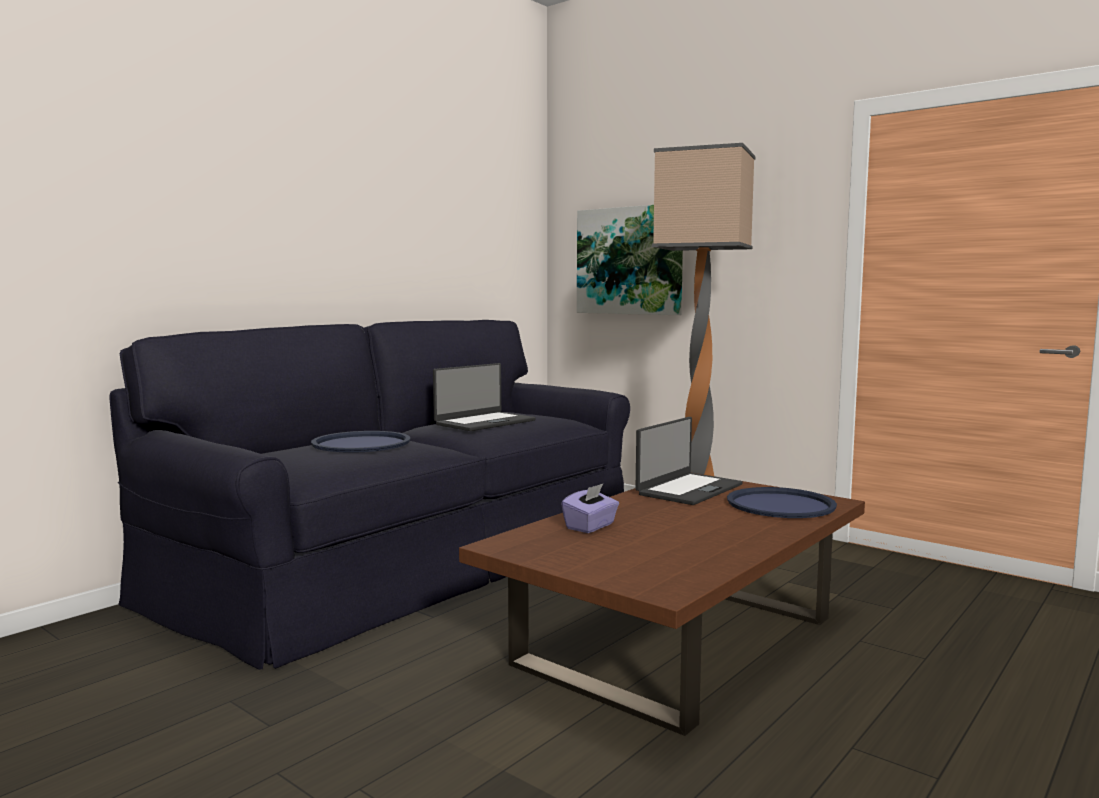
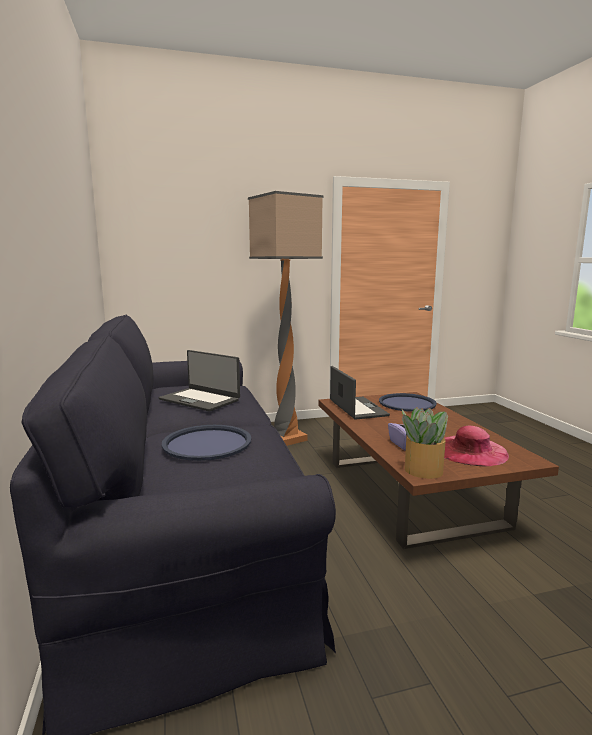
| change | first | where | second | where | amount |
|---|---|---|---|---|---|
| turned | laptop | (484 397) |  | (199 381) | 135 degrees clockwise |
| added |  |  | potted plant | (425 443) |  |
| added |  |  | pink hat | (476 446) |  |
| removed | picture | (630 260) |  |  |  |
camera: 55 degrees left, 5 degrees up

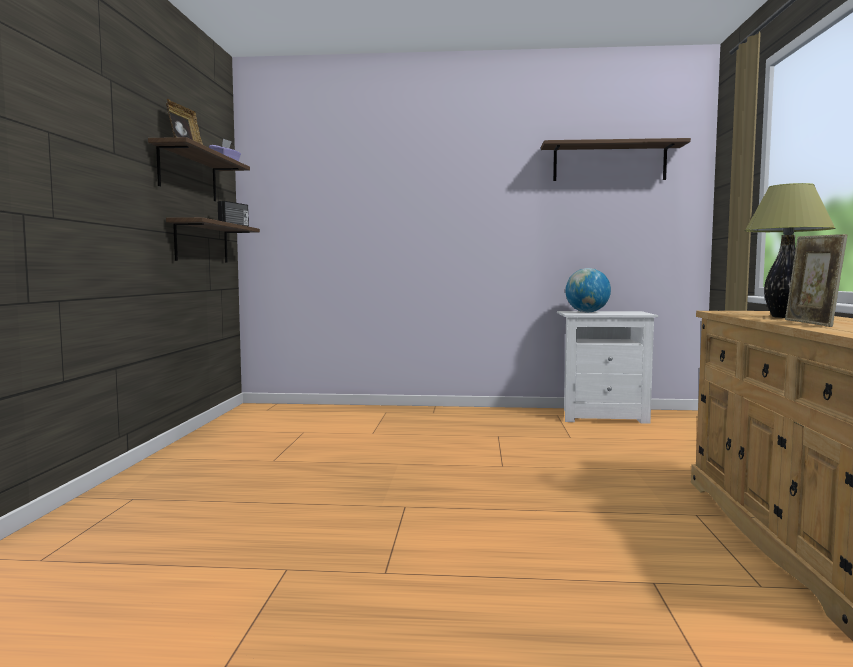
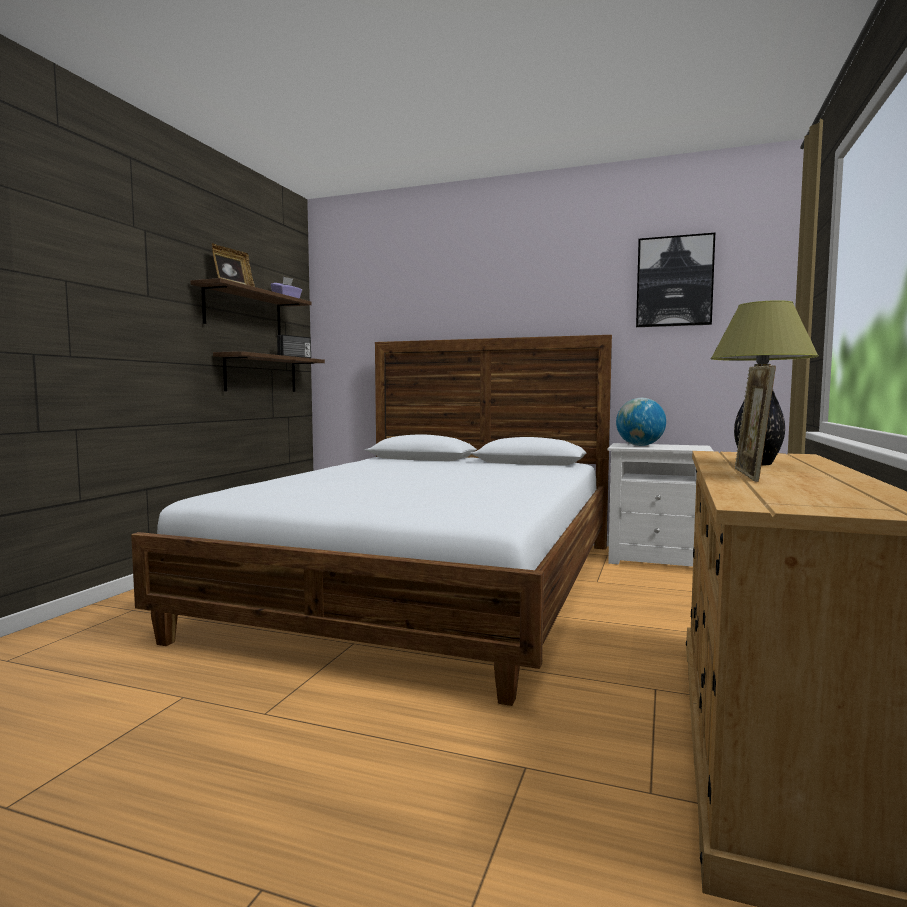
| change | first | where | second | where | amount |
|---|---|---|---|---|---|
| added |  |  | bed | (371 520) |  |
| replaced | shelf | (616 159) | picture | (675 280) |  |
camera: 15 degrees right, 0 degrees up

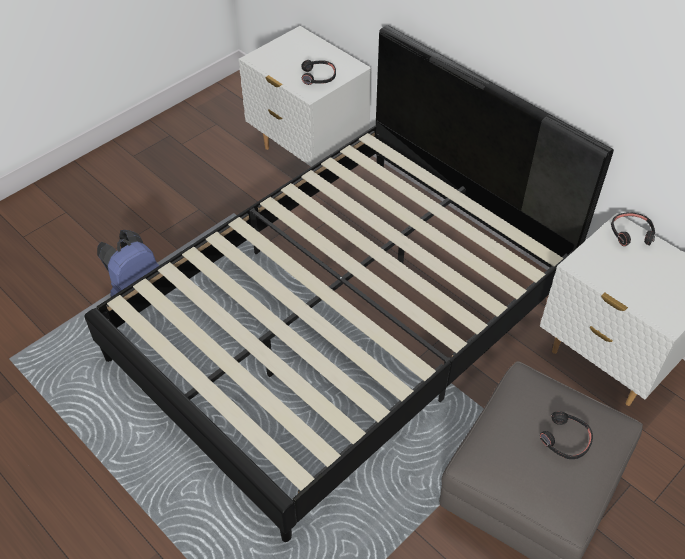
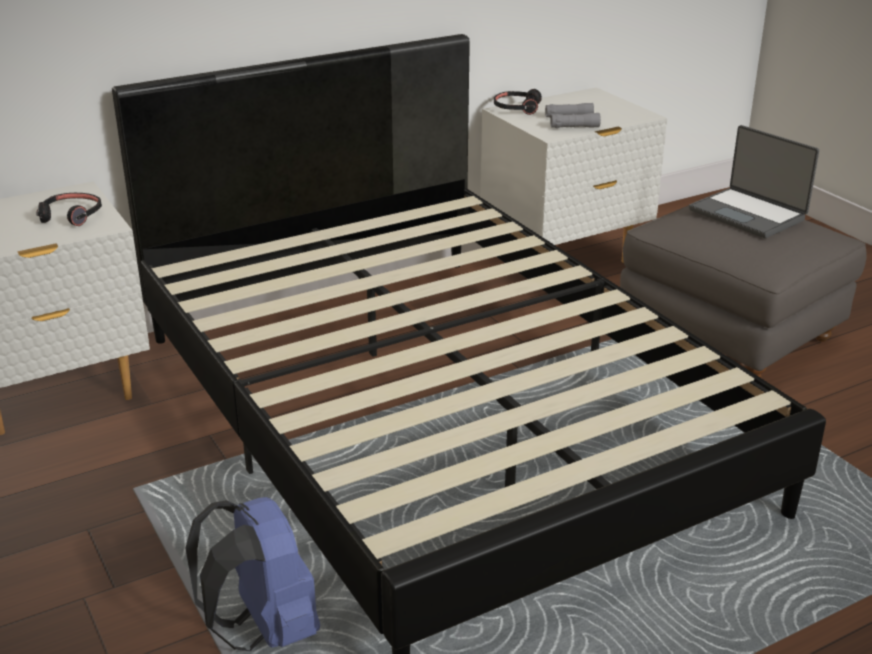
| change | first | where | second | where | amount |
|---|---|---|---|---|---|
| added |  |  | grey binoculars | (573 115) |  |
| replaced | black headphones | (566 435) | laptop | (754 181) |  |
camera: 75 degrees left, 20 degrees down

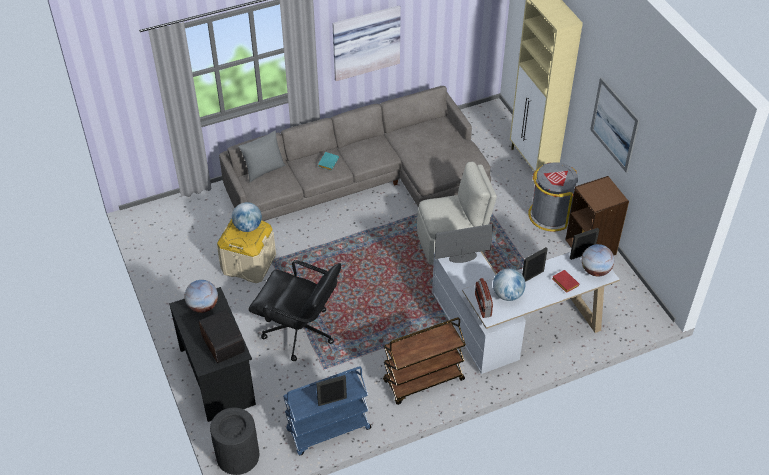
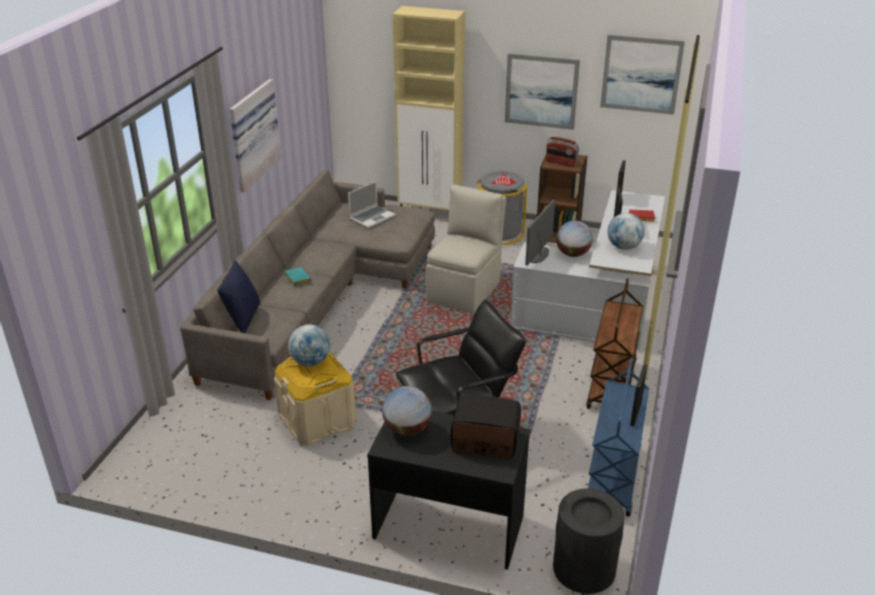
| change | first | where | second | where | amount |
|---|---|---|---|---|---|
| recoloured | grey pillow | (262 156) | blue pillow | (238 296) |  |
| added |  |  | laptop | (372 204) |  |
| moved | radio | (484 298) |  | (562 152) |  |
| moved | globe | (598 260) |  | (574 239) |  |
| added |  |  | picture | (642 75) |  |
camera: 50 degrees left, 15 degrees down

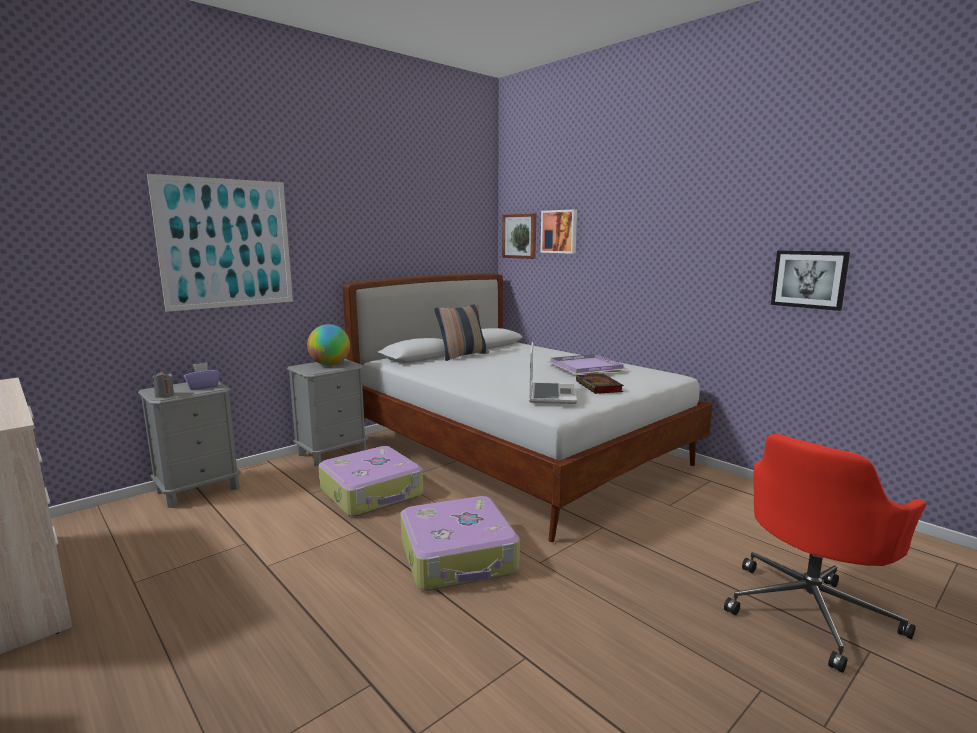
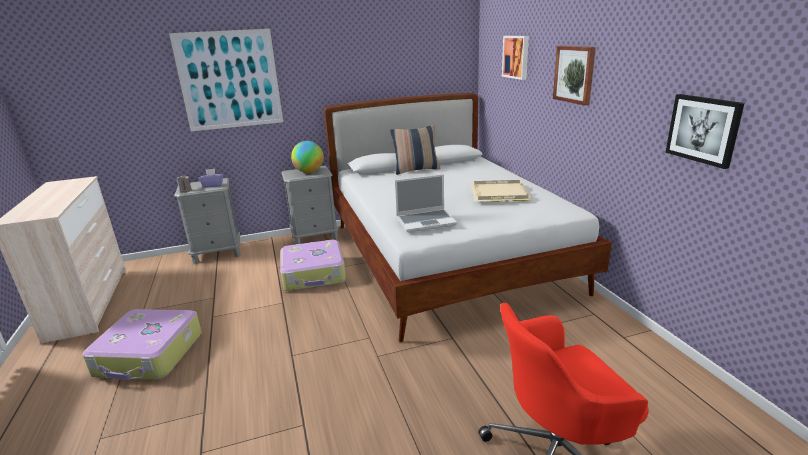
| change | first | where | second | where | amount |
|---|---|---|---|---|---|
| moved | suitcase | (460 543) |  | (142 344) |  |
| turned | laptop | (553 373) |  | (426 203) | 45 degrees clockwise |
| recoloured | purple tray | (586 364) | beige tray | (501 191) |  |
| moved | picture | (519 236) |  | (574 75) |  |
| removed | book | (600 384) |  |  |  |
camera: 25 degrees right, 10 degrees up

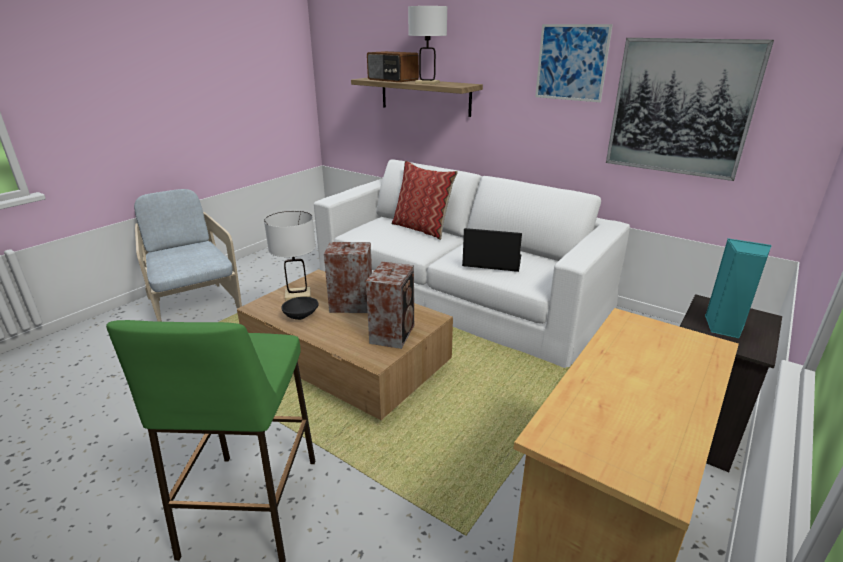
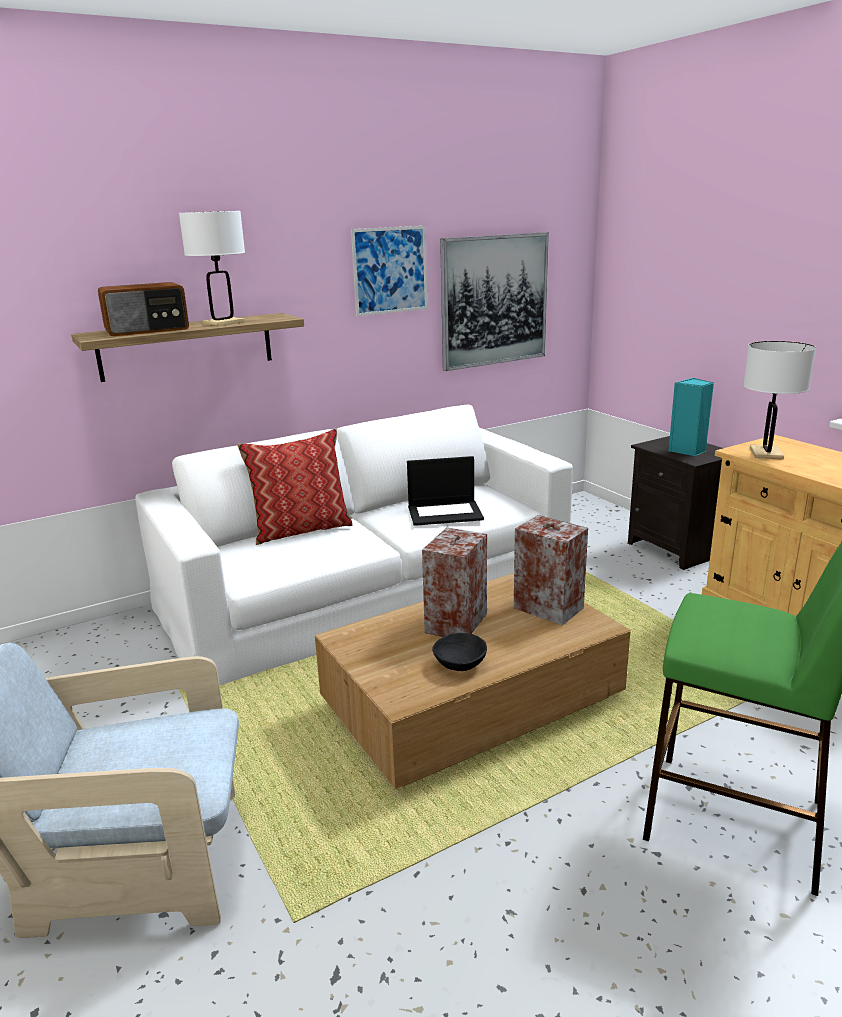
| change | first | where | second | where | amount |
|---|---|---|---|---|---|
| turned | laptop | (492 250) |  | (445 491) | 135 degrees counterclockwise |
| moved | white table lamp | (290 256) |  | (779 400) |  |
camera: 65 degrees left, 5 degrees down

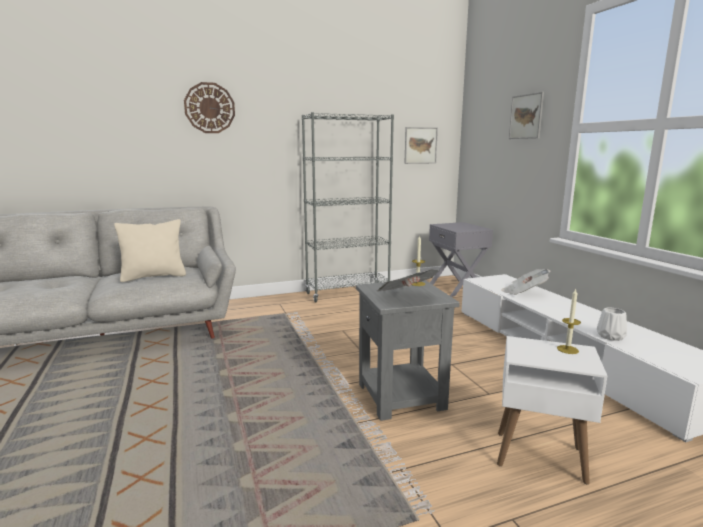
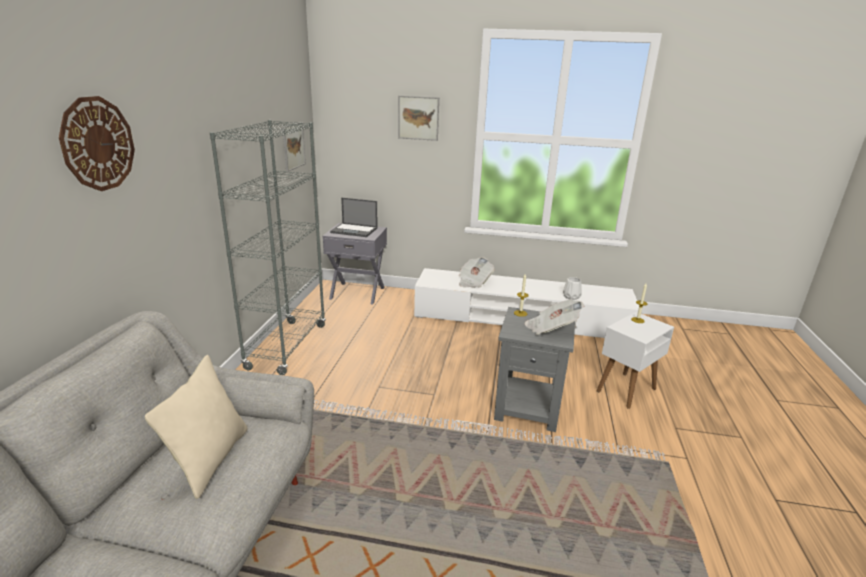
| change | first | where | second | where | amount |
|---|---|---|---|---|---|
| added |  |  | laptop | (354 217) |  |
camera: 60 degrees left, 10 degrees up

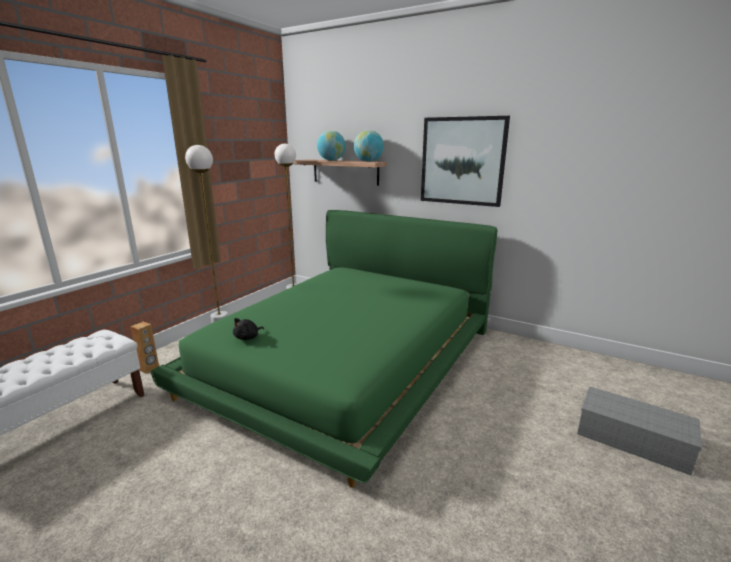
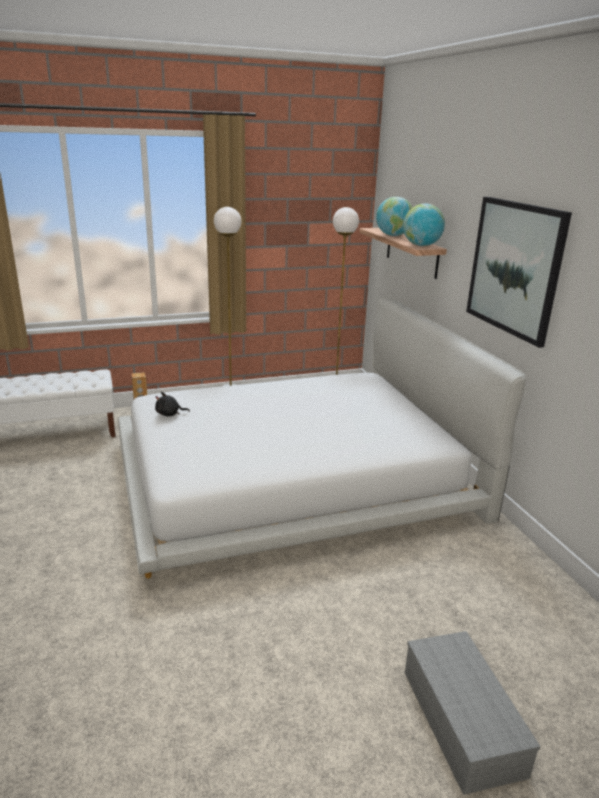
| change | first | where | second | where | amount |
|---|---|---|---|---|---|
| recoloured | green bed | (324 349) | white bed | (322 438) |  |
camera: 40 degrees right, 5 degrees up

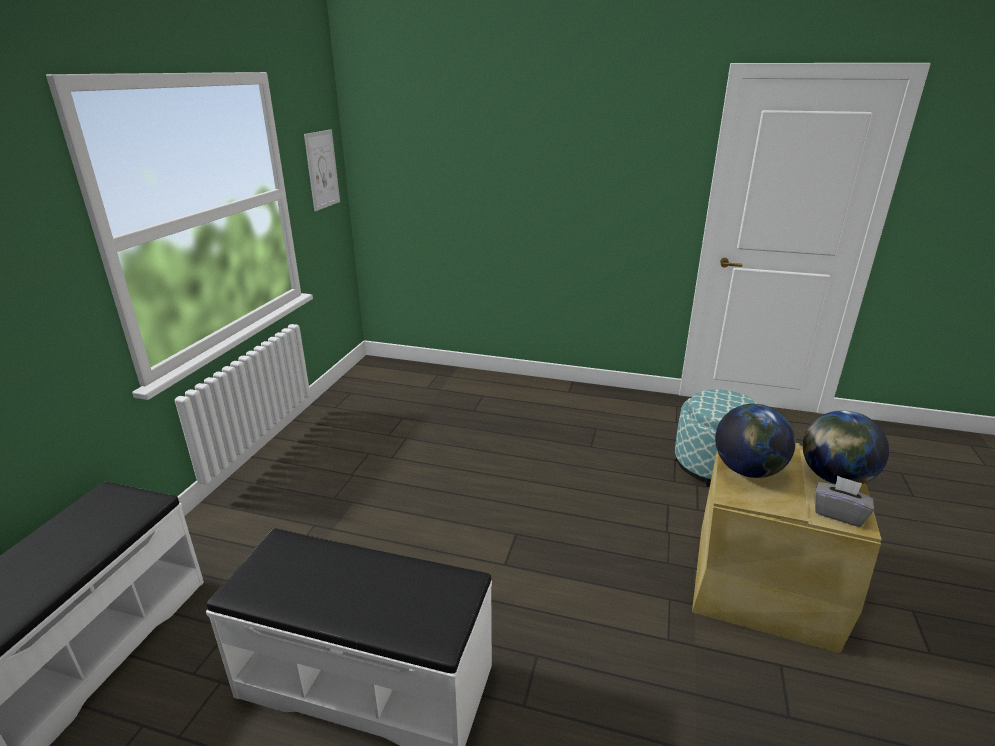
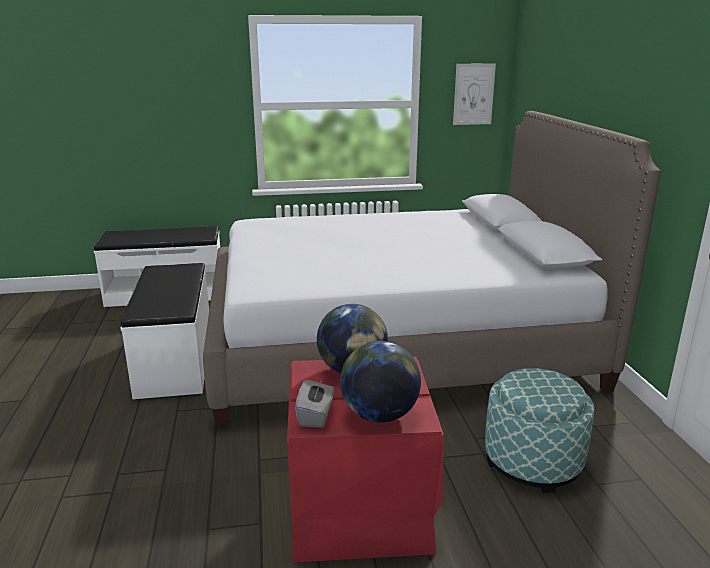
| change | first | where | second | where | amount |
|---|---|---|---|---|---|
| added |  |  | bed | (432 269) |  |
| recoloured | beige storage box | (787 548) | red storage box | (365 459) |  |
camera: 65 degrees right, 5 degrees down

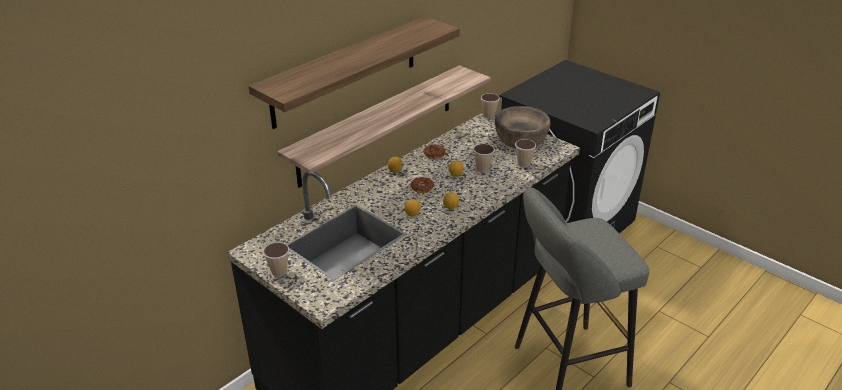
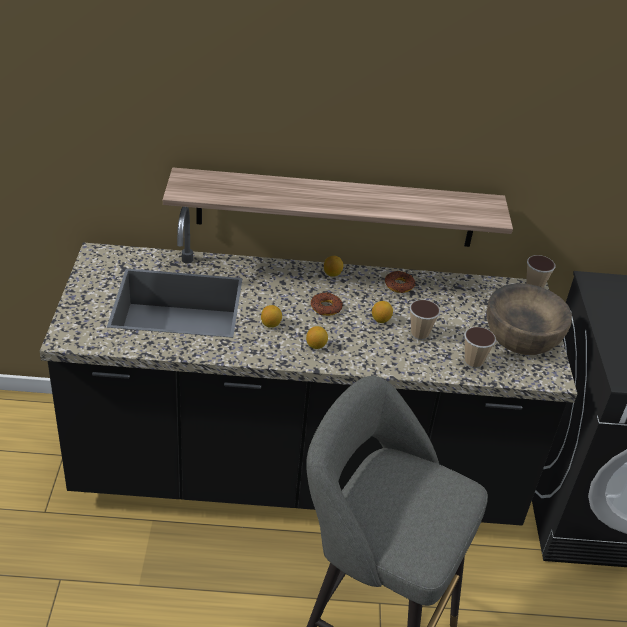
| change | first | where | second | where | amount |
|---|---|---|---|---|---|
| removed | shelf | (354 72) |  |  |  |
| removed | cup | (276 259) |  |  |  |
camera: 45 degrees right, 5 degrees up

